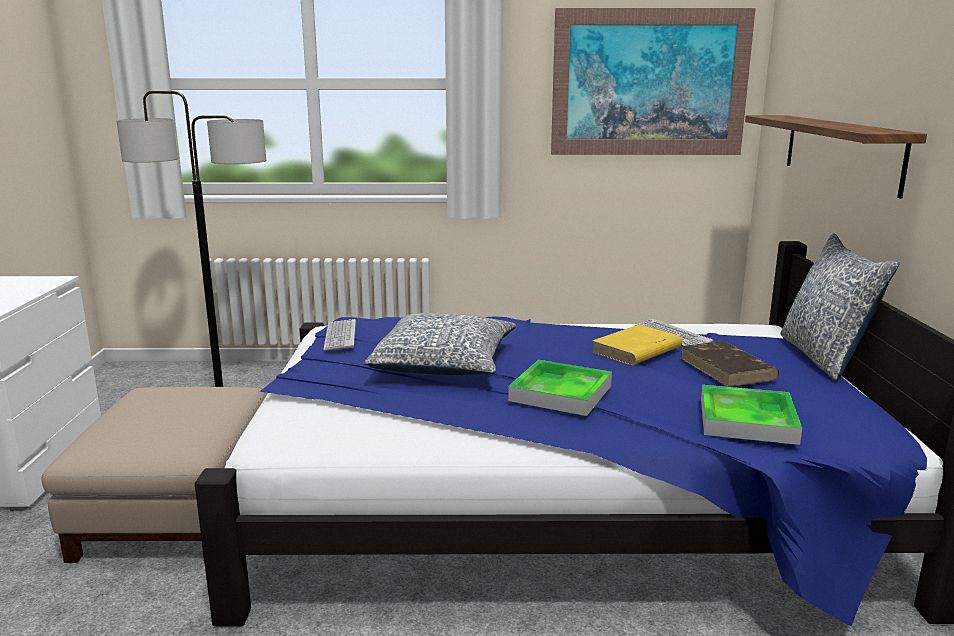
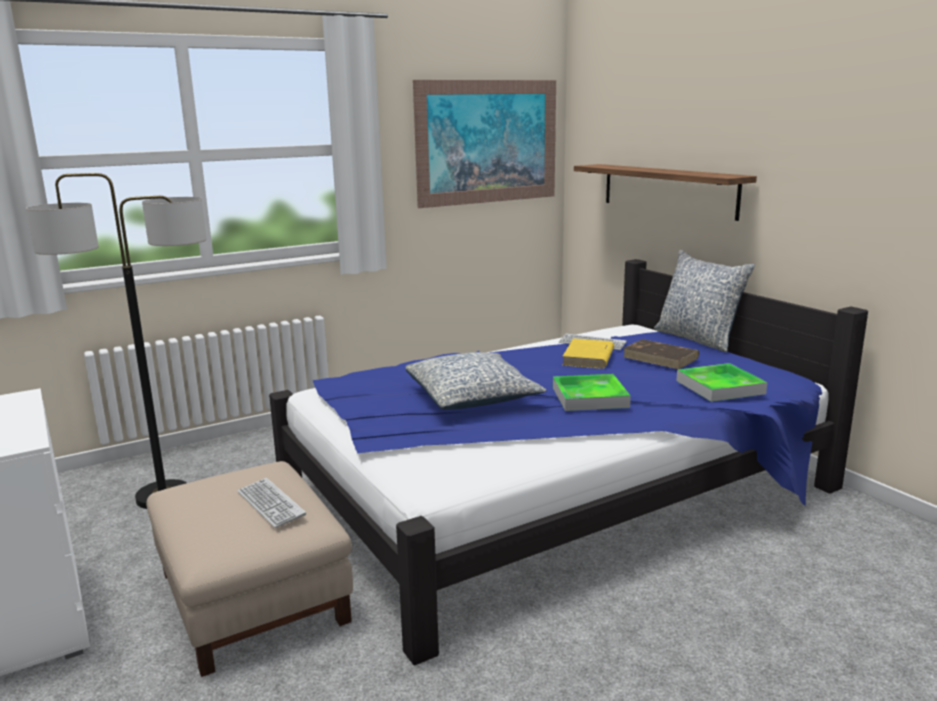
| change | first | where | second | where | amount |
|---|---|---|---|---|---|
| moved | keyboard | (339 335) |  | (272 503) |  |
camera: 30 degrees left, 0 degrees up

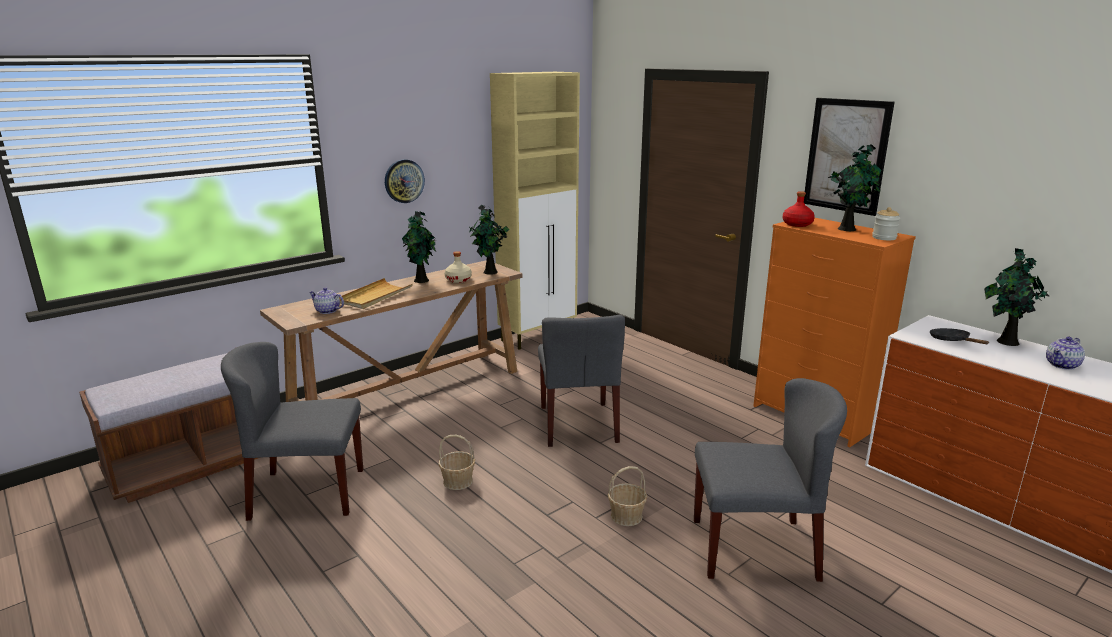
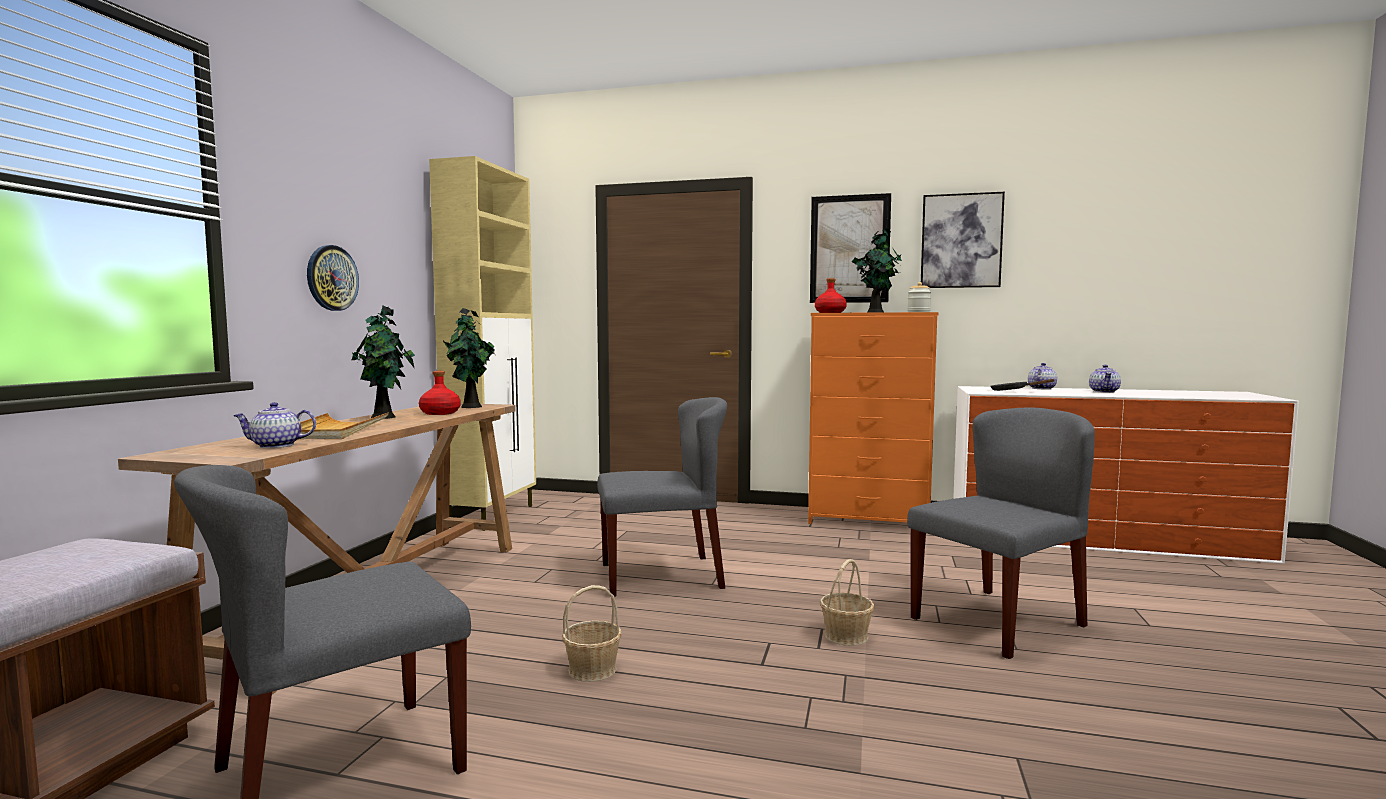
| change | first | where | second | where | amount |
|---|---|---|---|---|---|
| recoloured | beige bottle | (458 267) | red bottle | (440 393) |  |
| turned | grey chair | (581 381) |  | (662 497) | 60 degrees counterclockwise |
| added |  |  | picture | (963 240) |  |
| replaced | potted plant | (1016 297) | teapot | (1042 376) |  |
camera: 35 degrees left, 15 degrees down

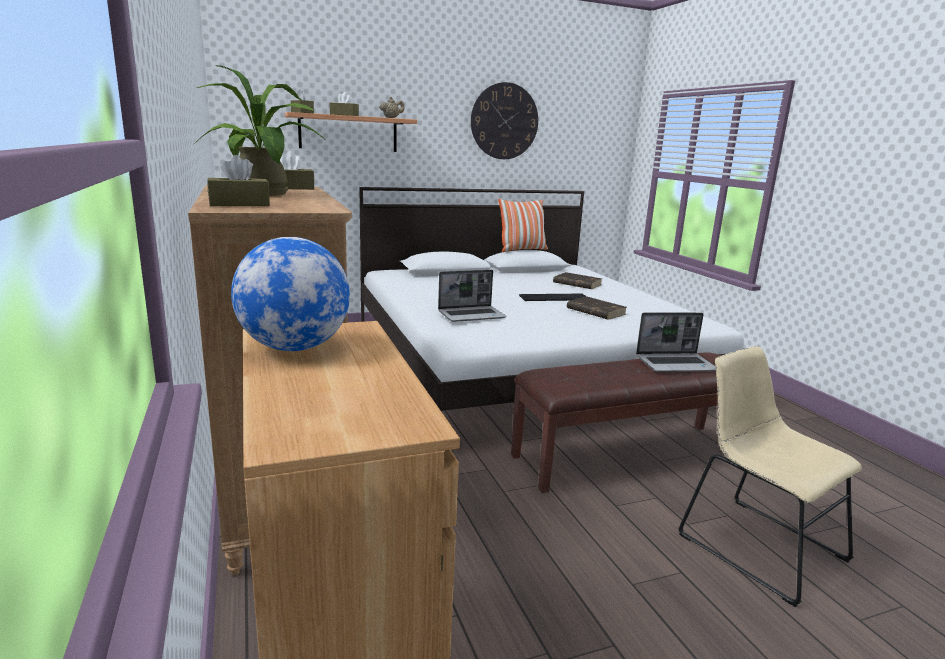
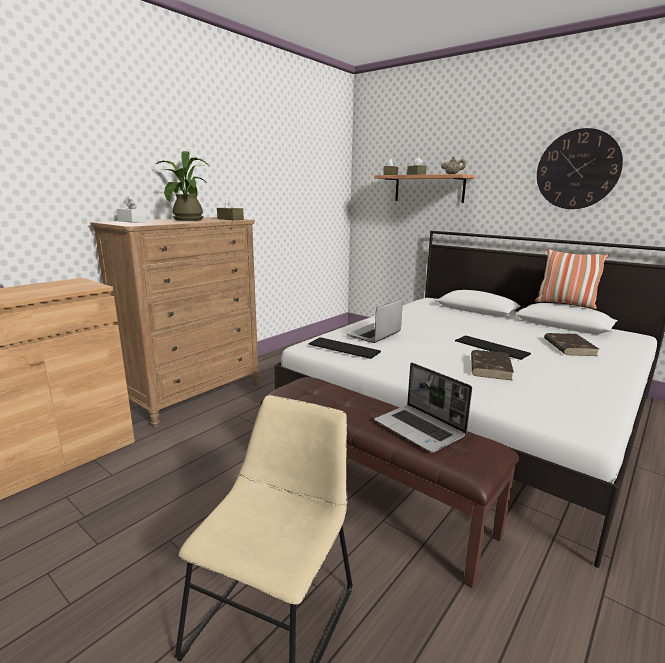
| change | first | where | second | where | amount |
|---|---|---|---|---|---|
| recoloured | brown tissue box | (238 180) | white tissue box | (131 209) |  |
| added |  |  | keyboard | (344 348) |  |
| turned | laptop | (472 296) |  | (374 321) | 90 degrees clockwise |
| removed | globe | (290 294) |  |  |  |
camera: 60 degrees right, 0 degrees up

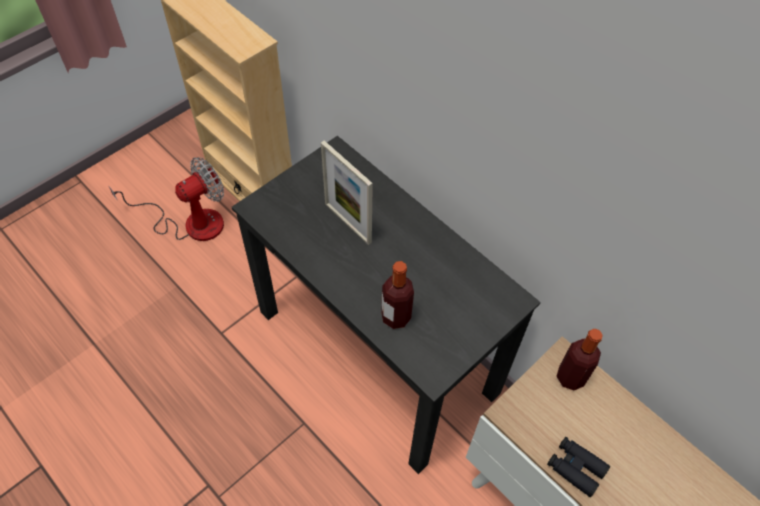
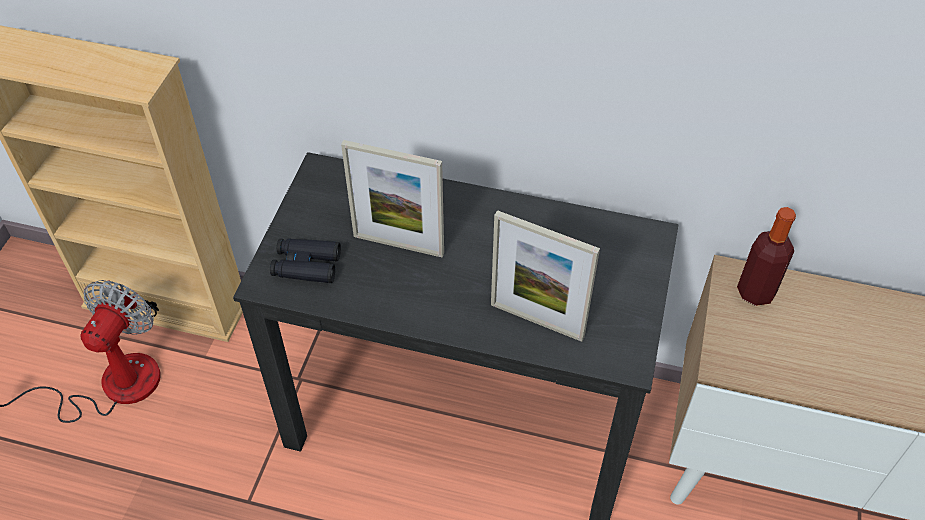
| change | first | where | second | where | amount |
|---|---|---|---|---|---|
| moved | black binoculars | (578 467) |  | (305 260) |  |
| replaced | bottle | (397 295) | picture frame | (545 276) |  |
camera: 30 degrees left, 5 degrees down

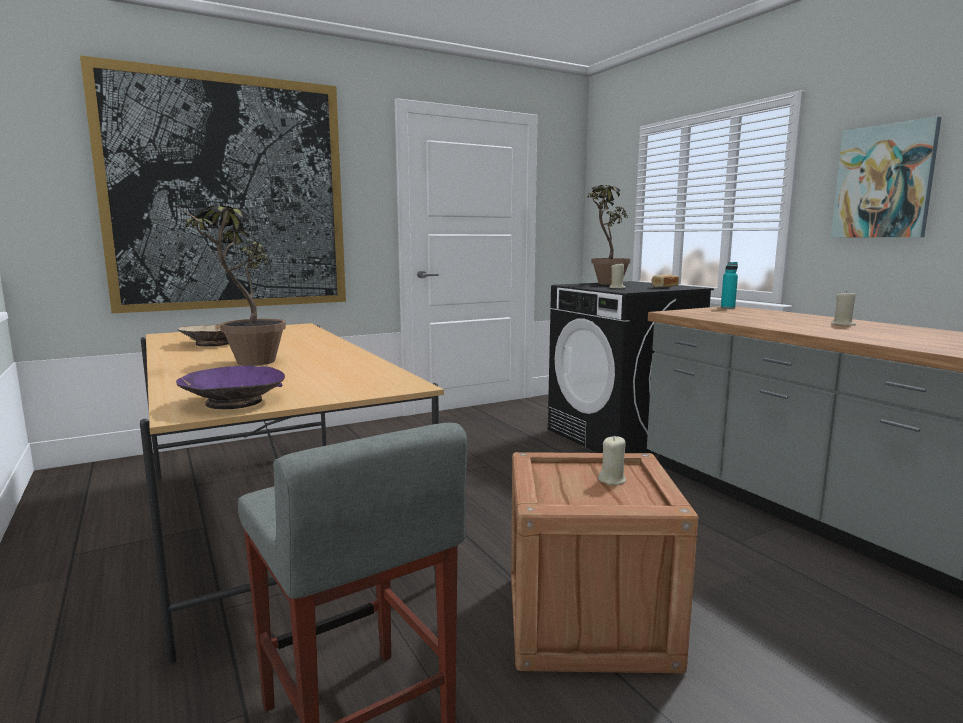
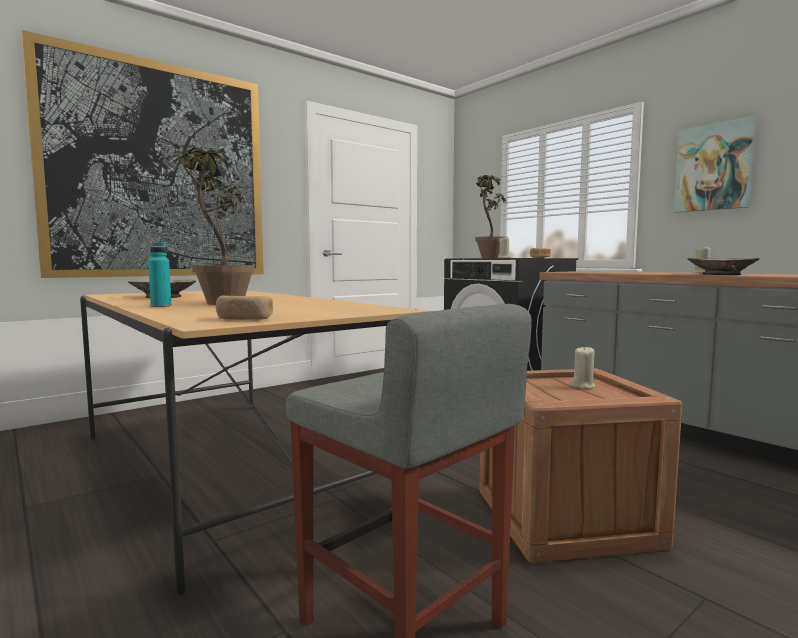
| change | first | where | second | where | amount |
|---|---|---|---|---|---|
| moved | turquoise bottle | (729 285) |  | (159 274) |  |
| replaced | purple bowl | (230 387) | bread | (244 307) |  |
| added |  |  | beige bowl | (723 266) |  |
camera: 10 degrees left, 5 degrees down

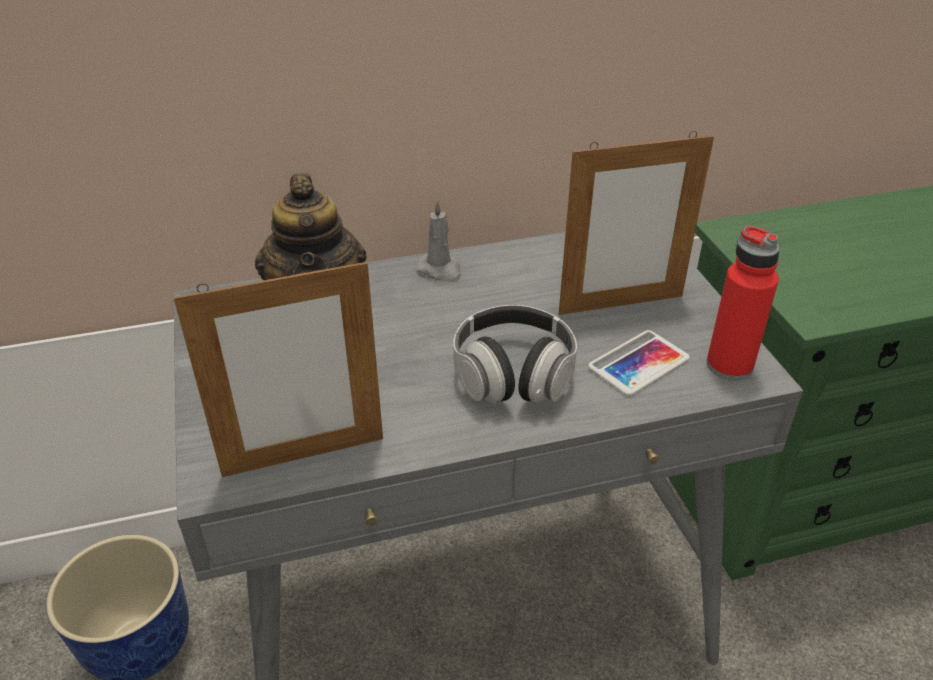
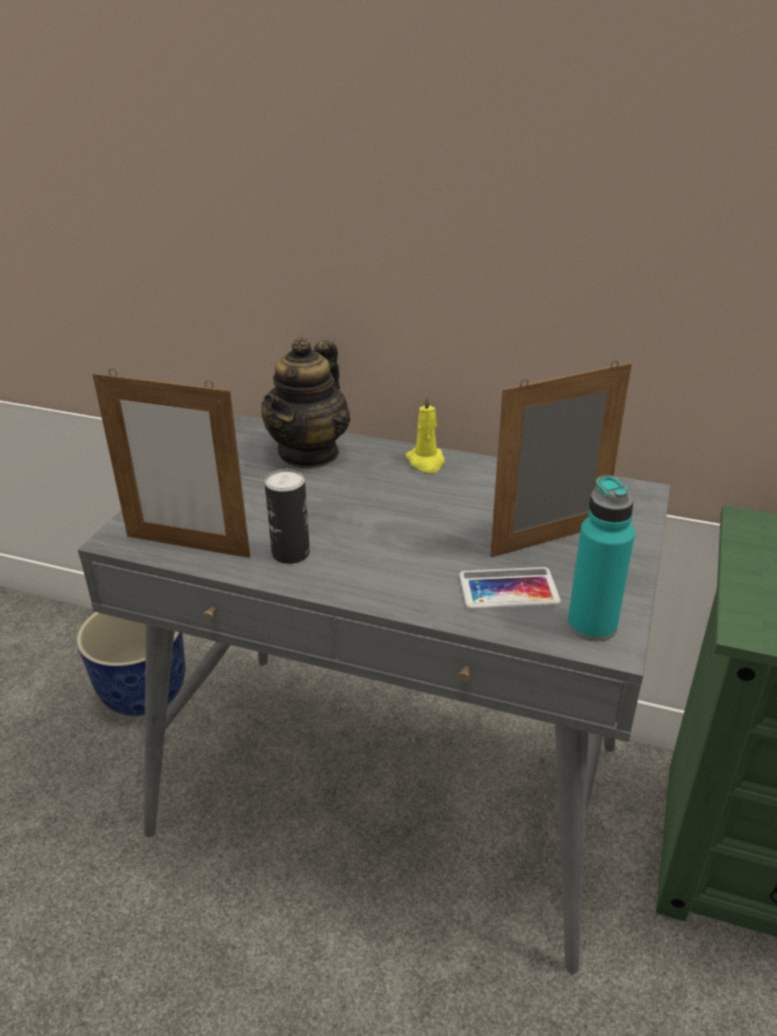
| change | first | where | second | where | amount |
|---|---|---|---|---|---|
| added |  |  | can | (287 516) |  |
| recoloured | grey candle | (439 240) | yellow candle | (425 433) |  |
| turned | picture frame | (636 223) |  | (561 459) | 135 degrees clockwise |
| recoloured | red bottle | (743 303) | turquoise bottle | (601 558) |  |
| removed | headphones | (515 354) |  |  |  |
camera: 35 degrees right, 5 degrees down

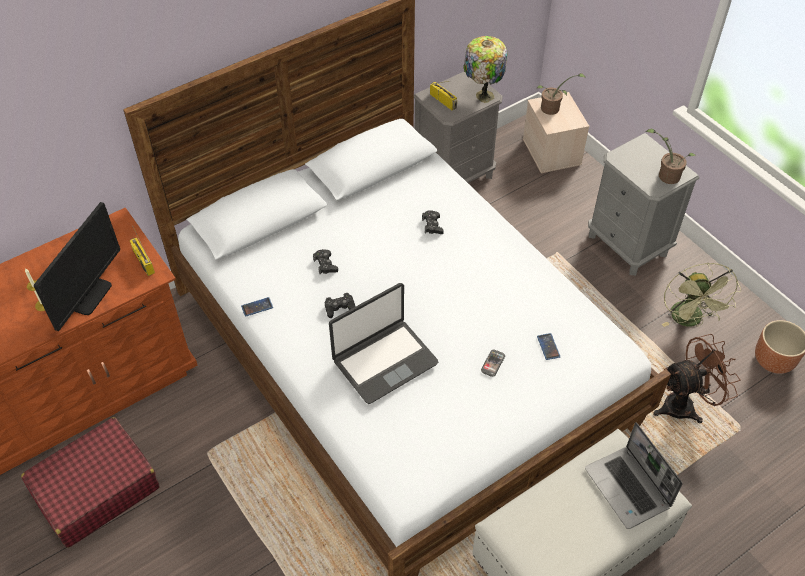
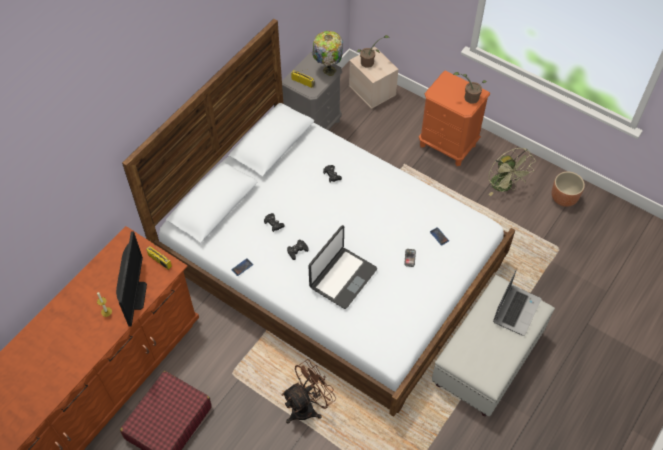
| change | first | where | second | where | amount |
|---|---|---|---|---|---|
| moved | brown fan | (697 378) |  | (308 391) |  |
| recoloured | grey nightstand | (643 204) | orange nightstand | (454 118) |  |
| turned | laptop | (634 475) |  | (517 302) | 105 degrees counterclockwise |
camera: 20 degrees left, 5 degrees up

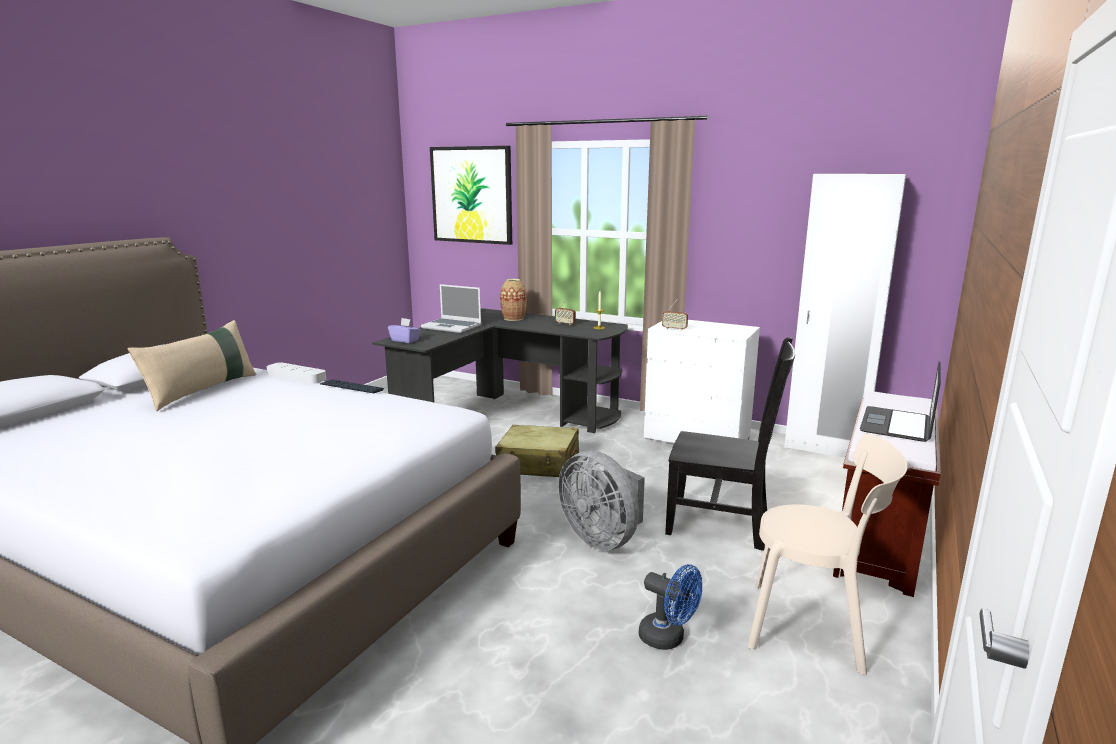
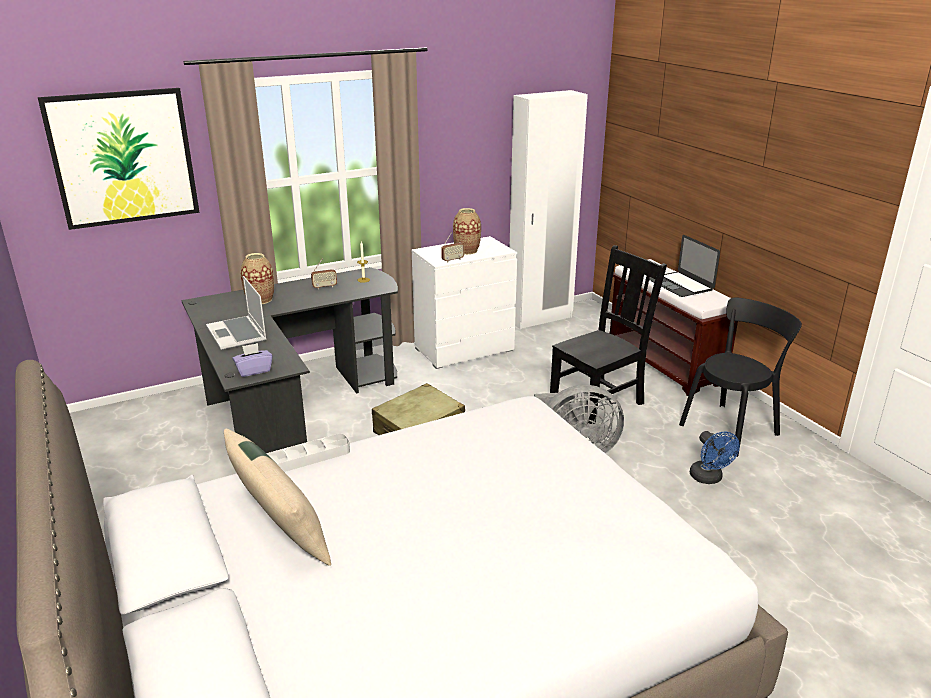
| change | first | where | second | where | amount |
|---|---|---|---|---|---|
| turned | laptop | (451 308) |  | (236 313) | 90 degrees clockwise |
| added |  |  | vase | (467 231) |  |
| recoloured | beige chair | (828 554) | black chair | (740 377) |  |
| turned | blue fan | (670 607) |  | (715 457) | 90 degrees clockwise |
| removed | keyboard | (352 386) |  |  |  |
camera: 55 degrees left, 10 degrees up

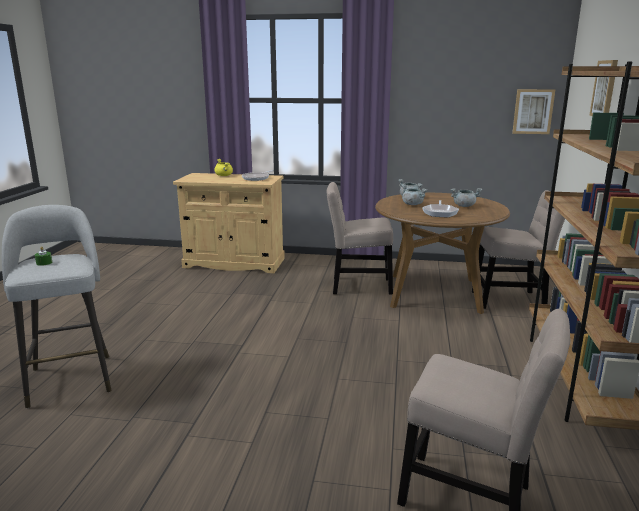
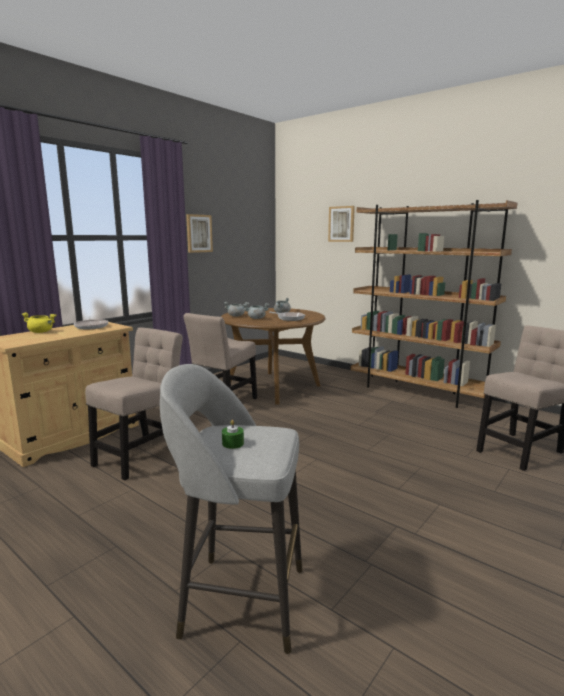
| change | first | where | second | where | amount |
|---|---|---|---|---|---|
| moved | beige chair | (518 249) |  | (134 403) |  |
| moved | picture | (533 111) |  | (199 233) |  |
camera: 60 degrees left, 5 degrees down

